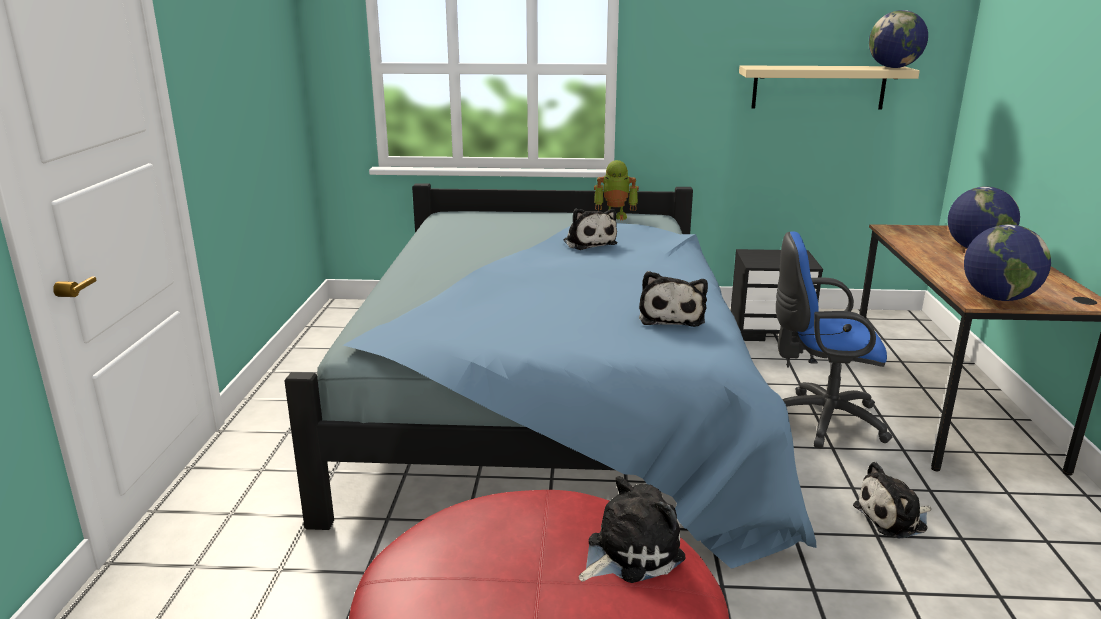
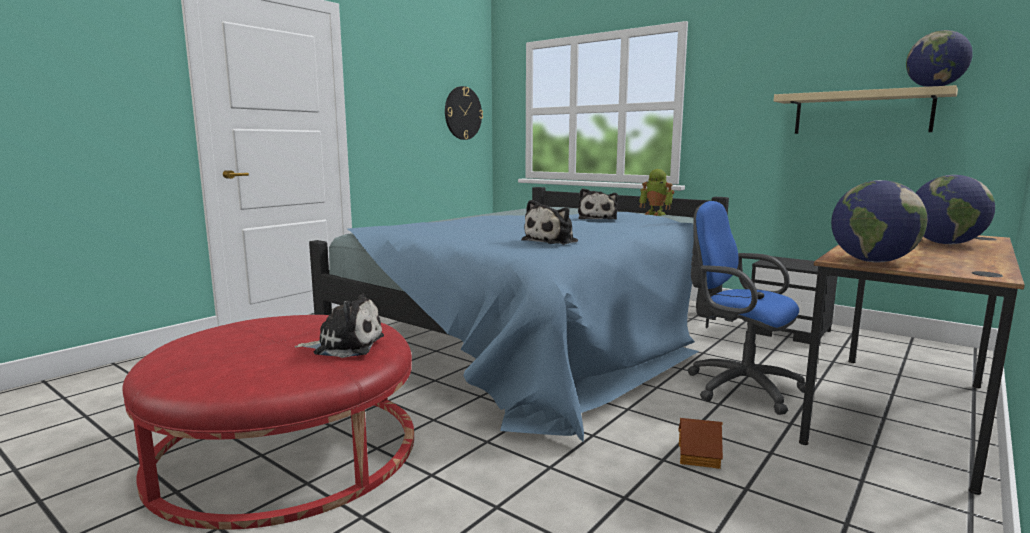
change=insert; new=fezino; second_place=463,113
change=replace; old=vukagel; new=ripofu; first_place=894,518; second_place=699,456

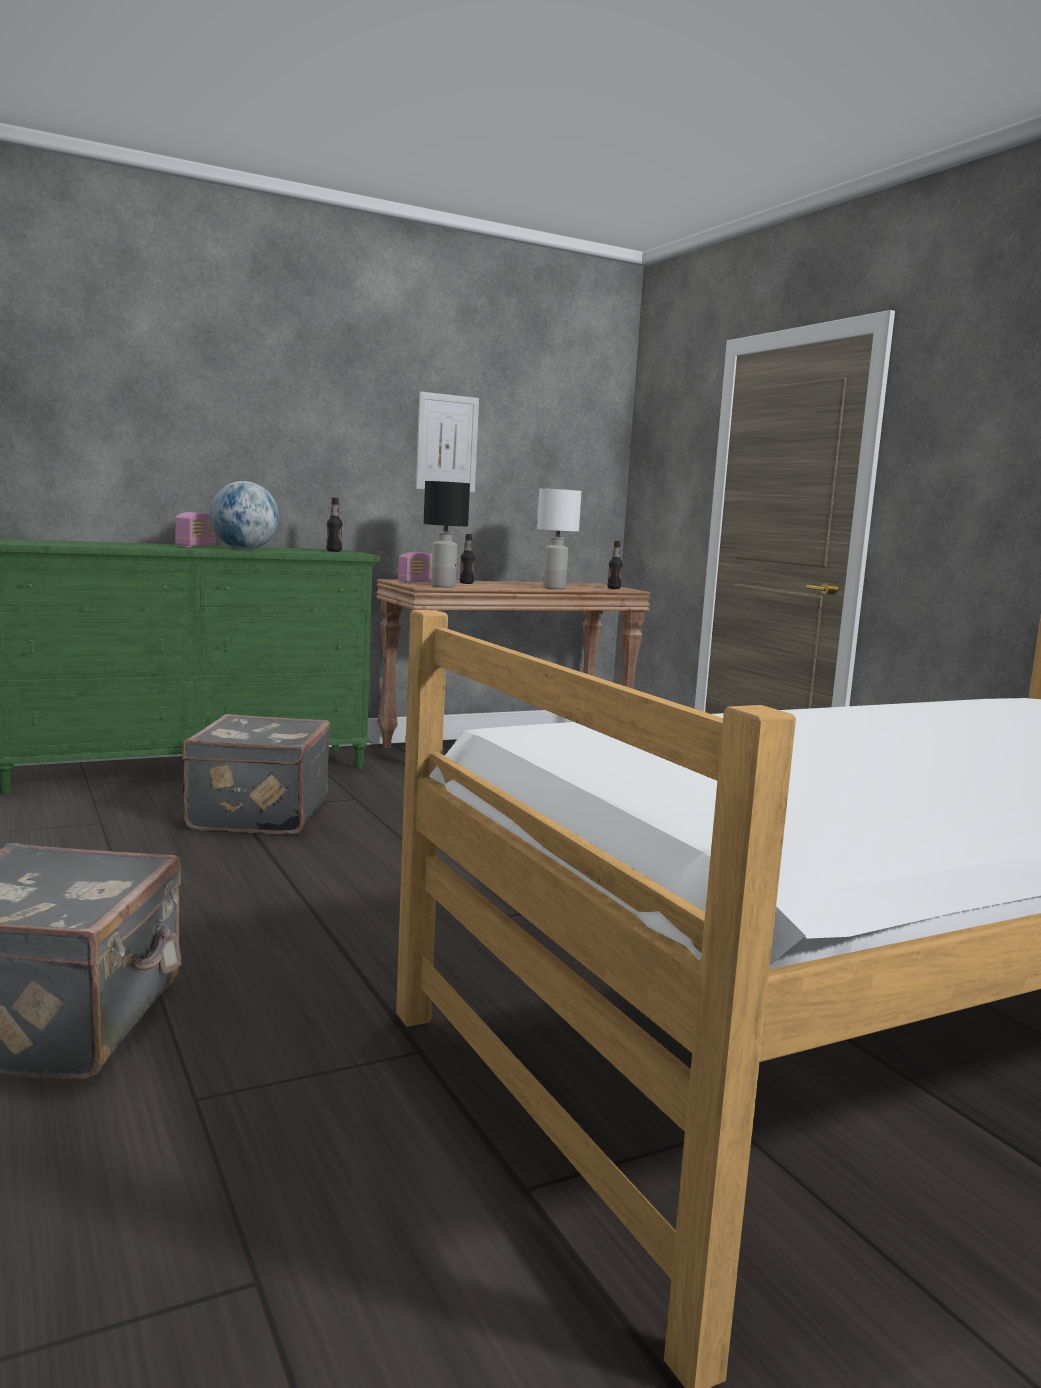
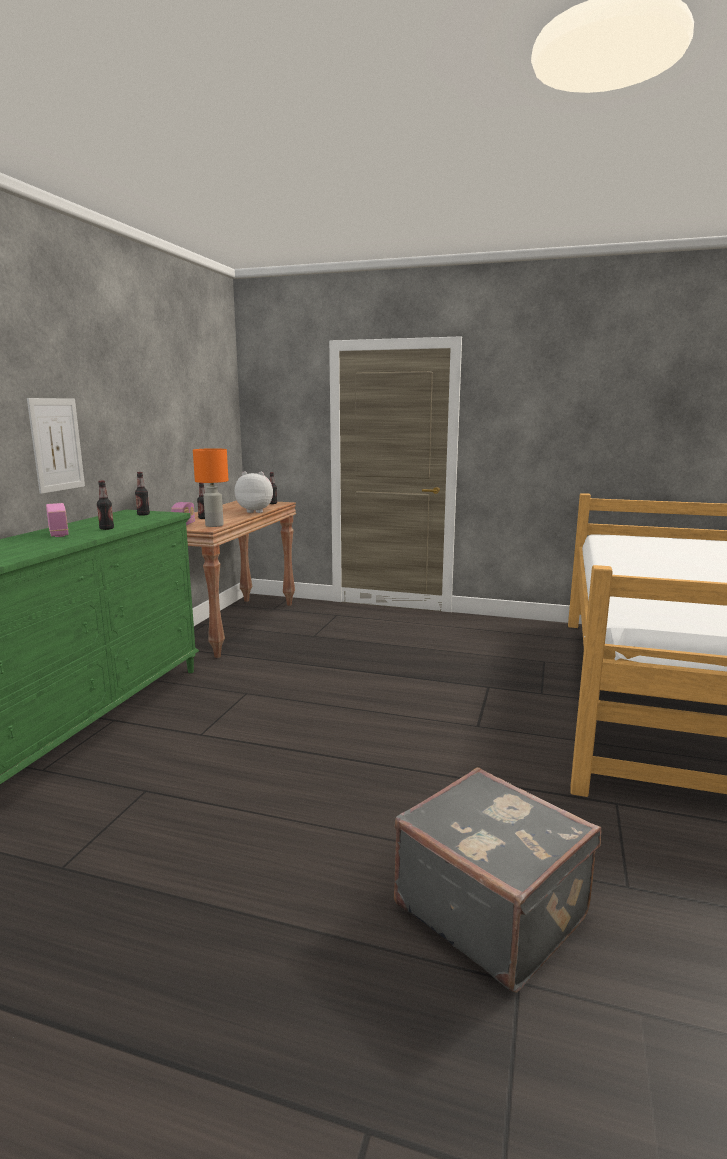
change=move; old=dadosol; first_place=447,443; second_place=56,444
change=replace; old=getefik; new=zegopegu; first_place=244,549; second_place=106,529
change=recolor; old=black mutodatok; new=orange mutodatok; first_place=442,586; second_place=214,525
change=replace; old=white mutodatok; new=vukagel; first_place=553,588; second_place=256,511
change=delete; old=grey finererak; first_place=256,814

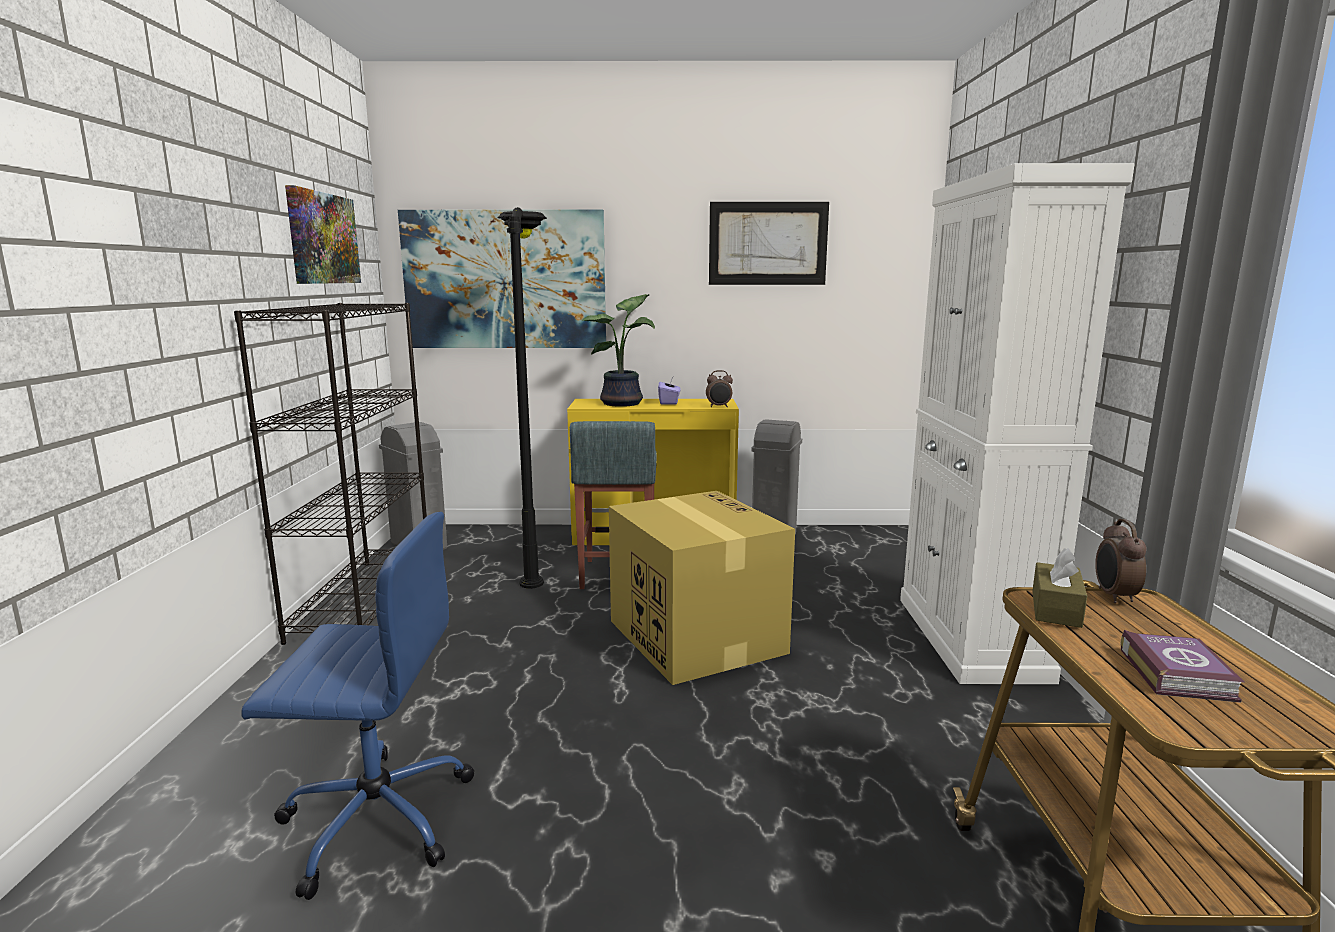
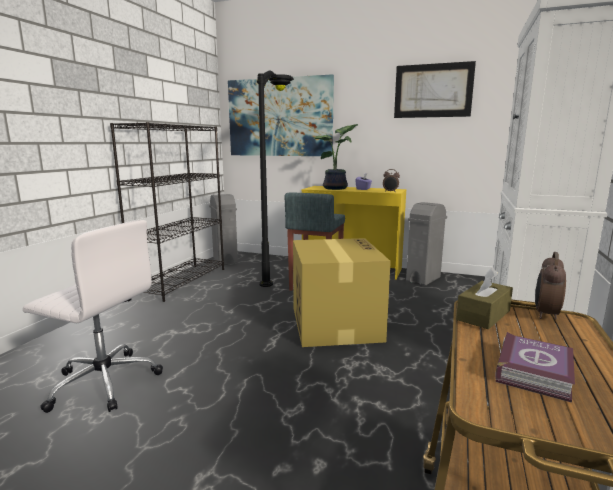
change=recolor; old=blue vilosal; new=white vilosal; first_place=374,818; second_place=103,382
change=delete; old=dadosol; first_place=323,238

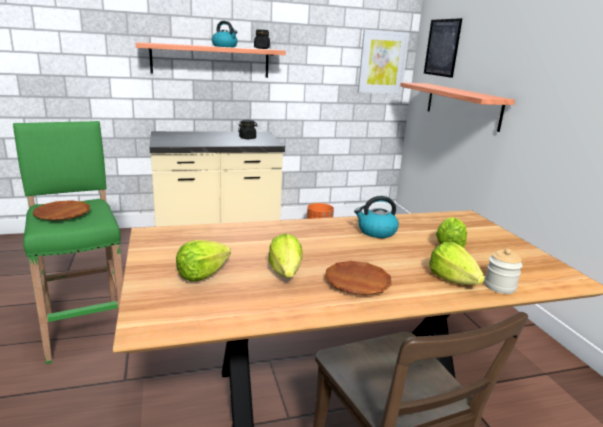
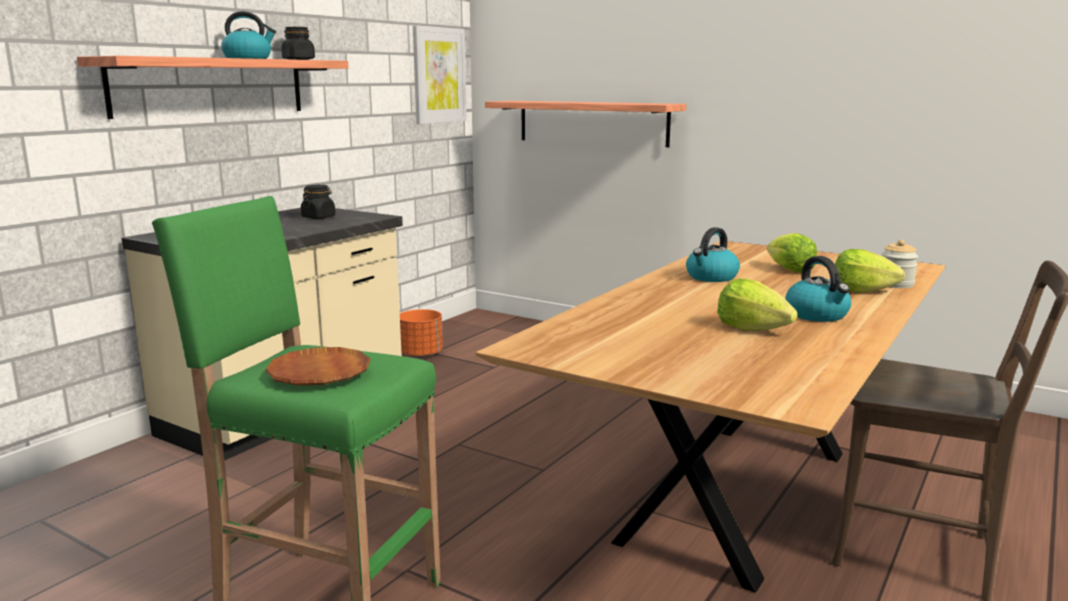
change=replace; old=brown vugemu; new=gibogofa; first_place=357,282; second_place=817,315
change=delete; old=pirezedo; first_place=202,275
change=delete; old=dadosol; first_place=442,47

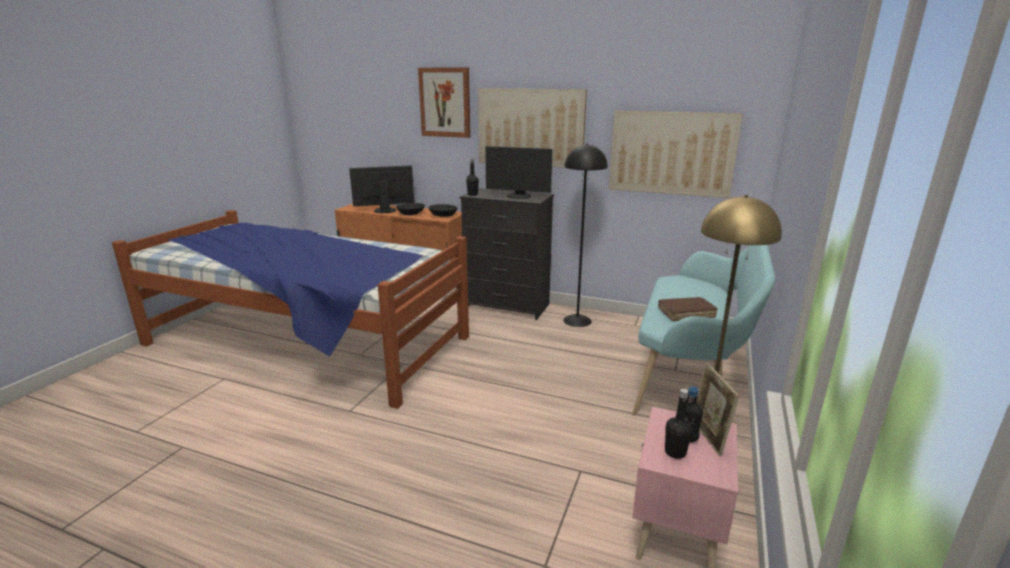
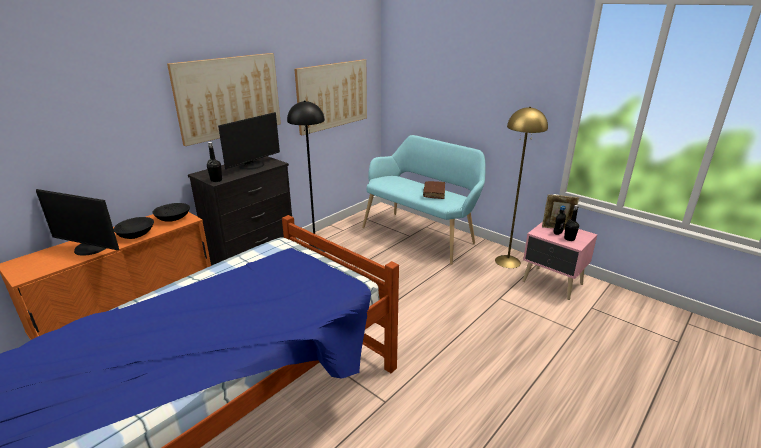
change=rotate; old=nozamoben; first_place=385,210; second_place=90,248; degrees=-75
change=delete; old=dadosol; first_place=445,102

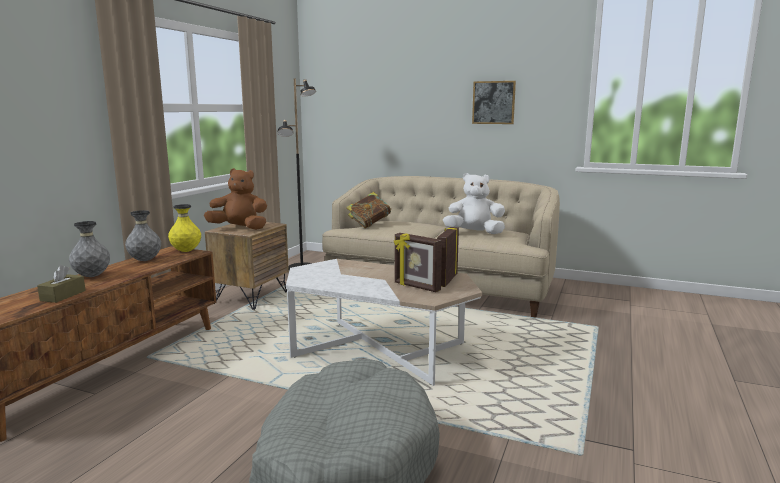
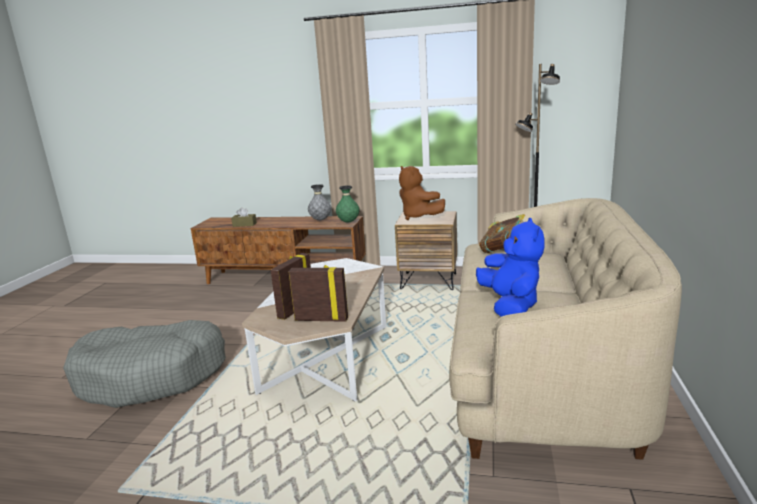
change=recolor; old=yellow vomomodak; new=green vomomodak; first_place=186,251; second_place=348,222
change=rotate; old=brown vukagel; first_place=239,228; second_place=418,217; degrees=150
change=recolor; old=white vukagel; new=blue vukagel; first_place=474,233; second_place=510,306
change=delete; old=grey vomomodak; first_place=92,276
change=delete; old=dadosol; first_place=493,102

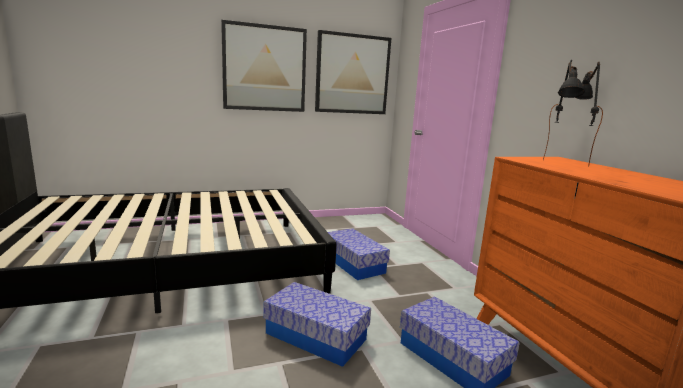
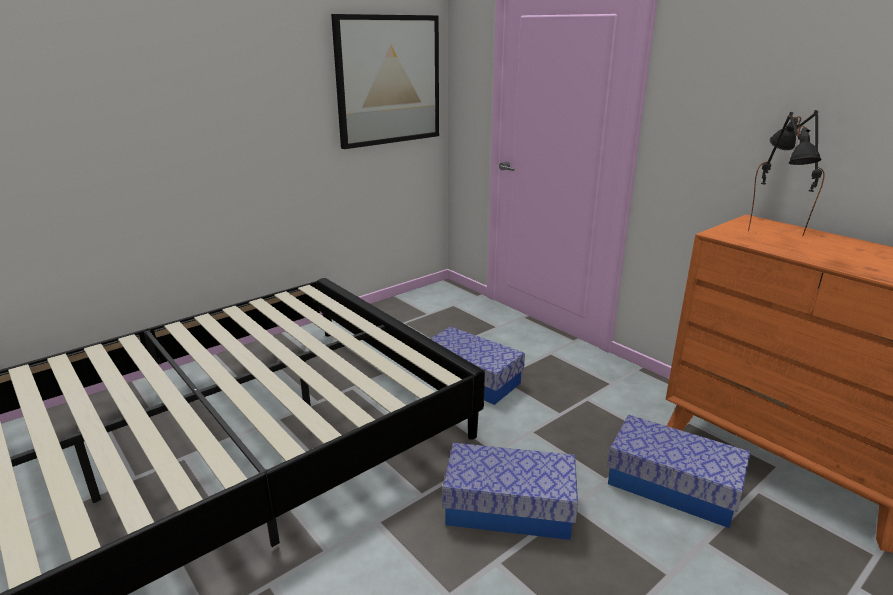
change=delete; old=dadosol; first_place=264,68

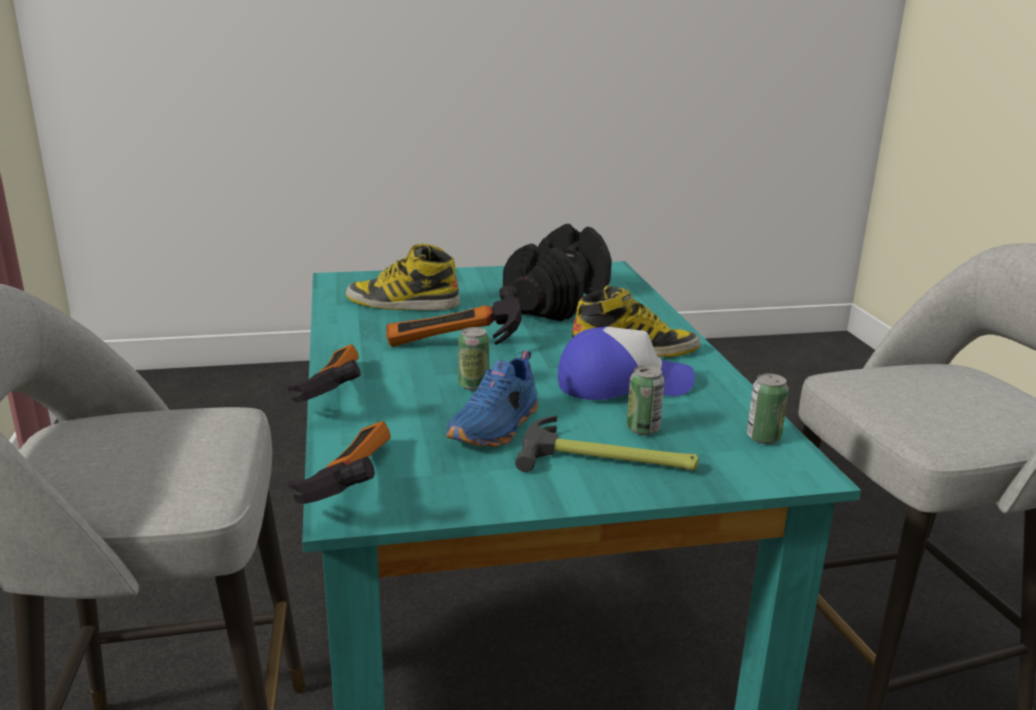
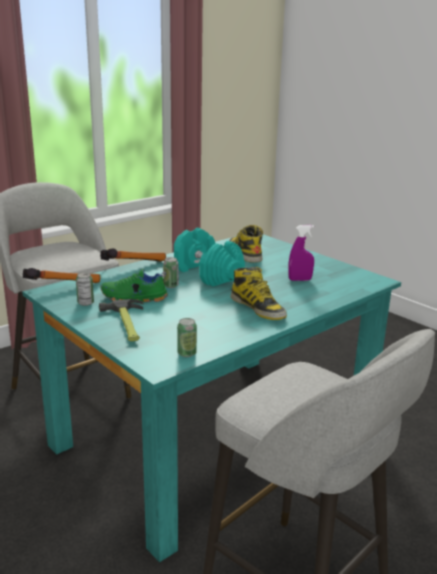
change=move; old=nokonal; first_place=643,429; second_place=85,303
change=recolor; old=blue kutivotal; new=green kutivotal; first_place=497,428; second_place=134,298
change=replace; old=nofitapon; new=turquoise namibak; first_place=454,347; second_place=207,273
change=replace; old=black namibak; new=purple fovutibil; first_place=557,302; second_place=300,280
change=delete; old=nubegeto; first_place=622,384

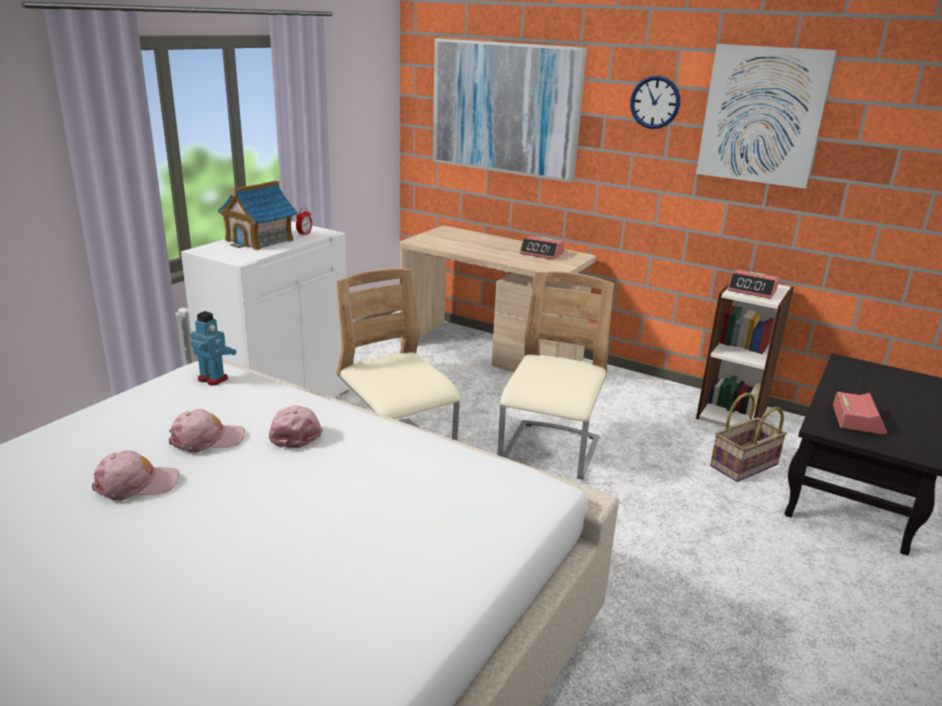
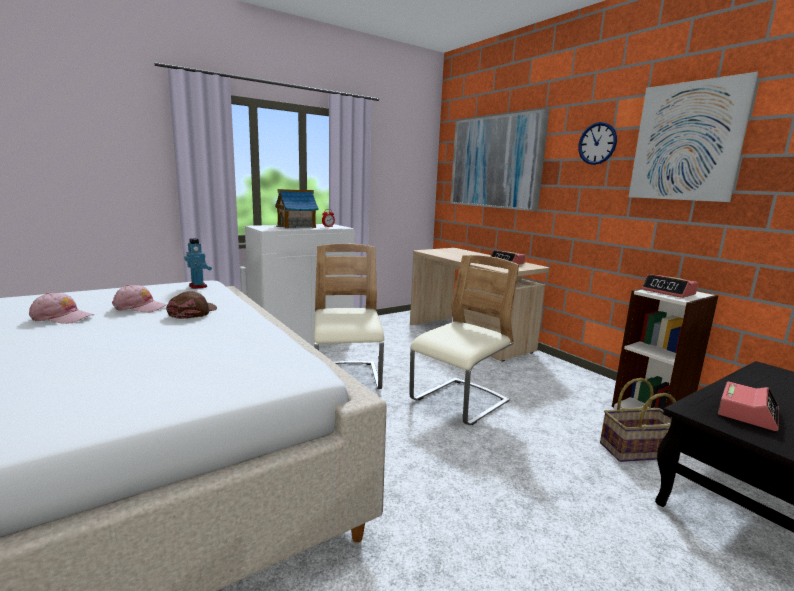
change=recolor; old=pink nubegeto; new=brown nubegeto; first_place=294,432; second_place=193,313

